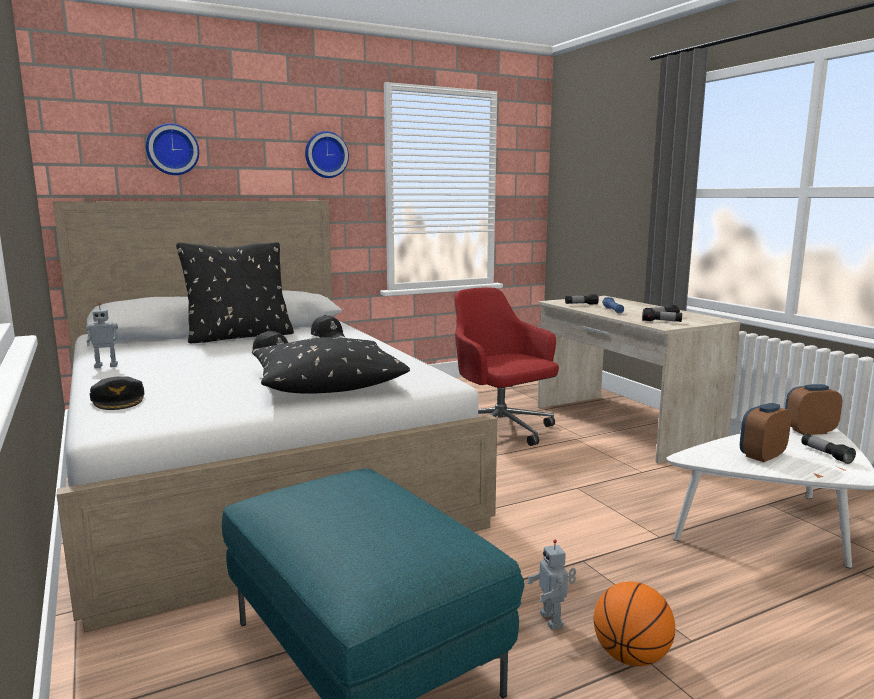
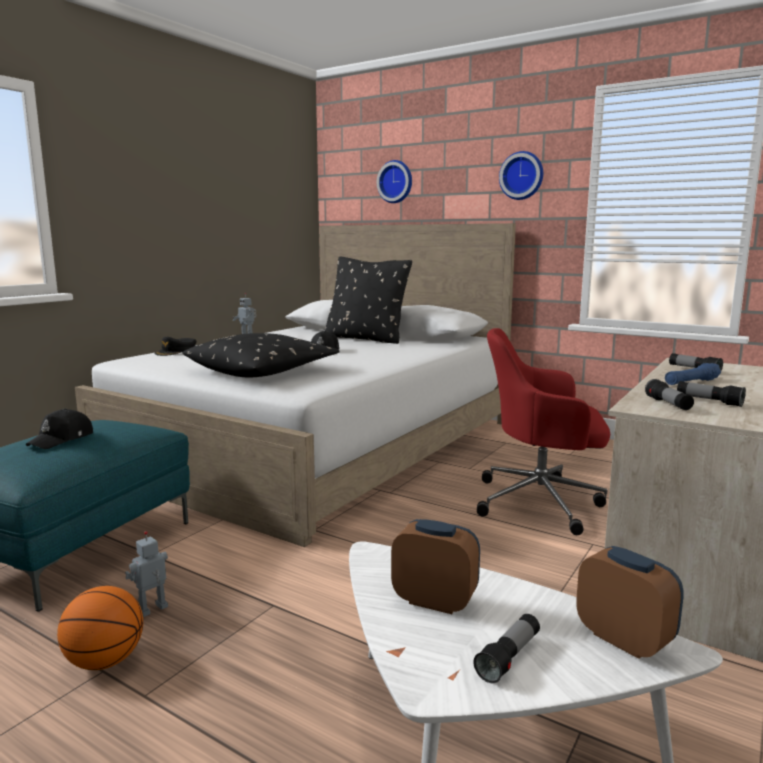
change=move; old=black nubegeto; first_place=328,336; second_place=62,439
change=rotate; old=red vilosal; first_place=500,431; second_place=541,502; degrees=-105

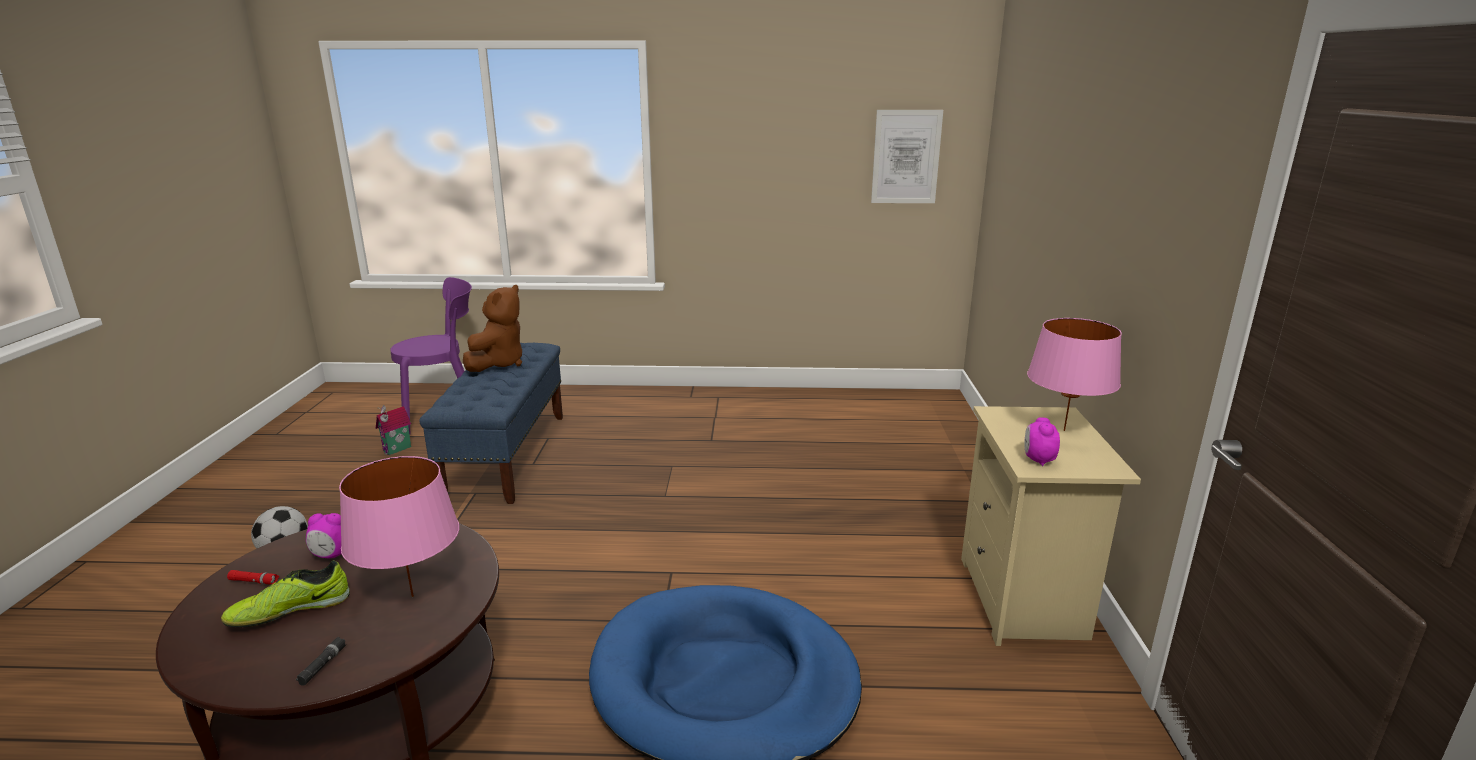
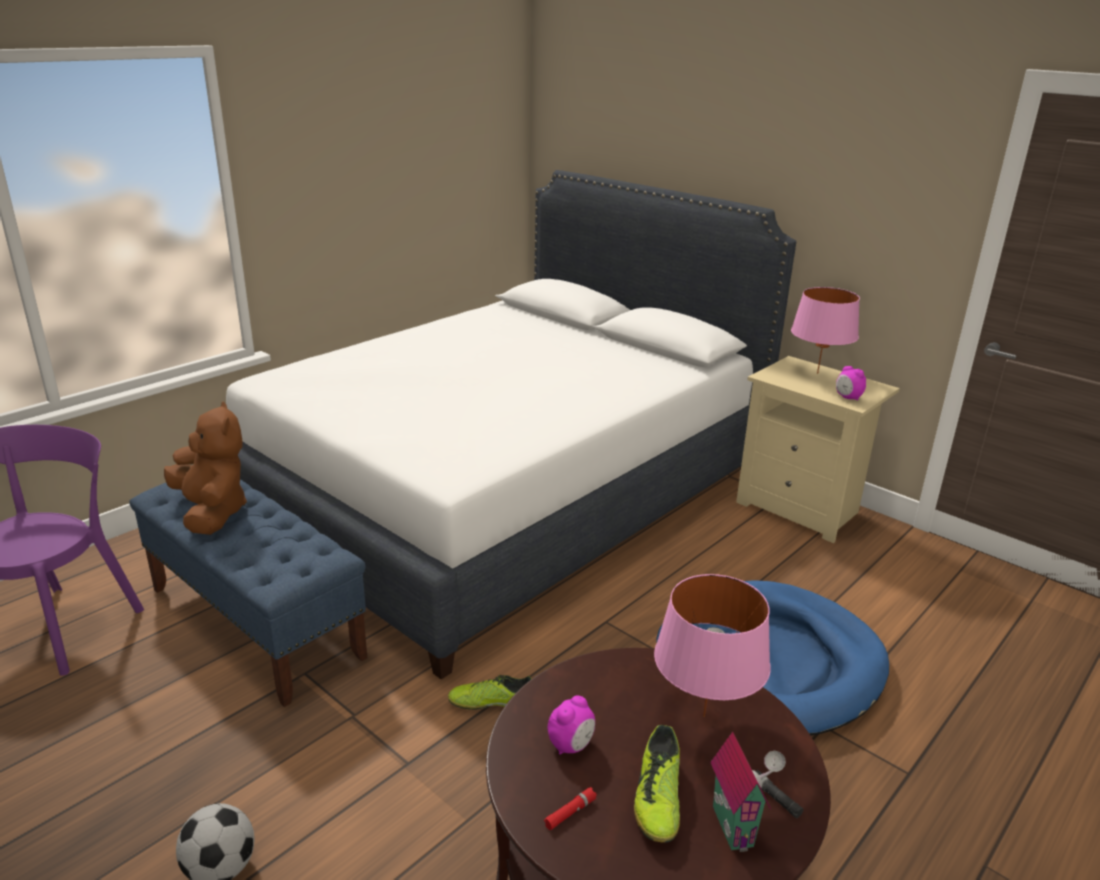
change=insert; new=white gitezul; second_place=506,495
change=insert; new=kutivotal; second_place=492,703
change=move; old=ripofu; first_place=398,450; second_place=736,826
change=delete; old=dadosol; first_place=906,157

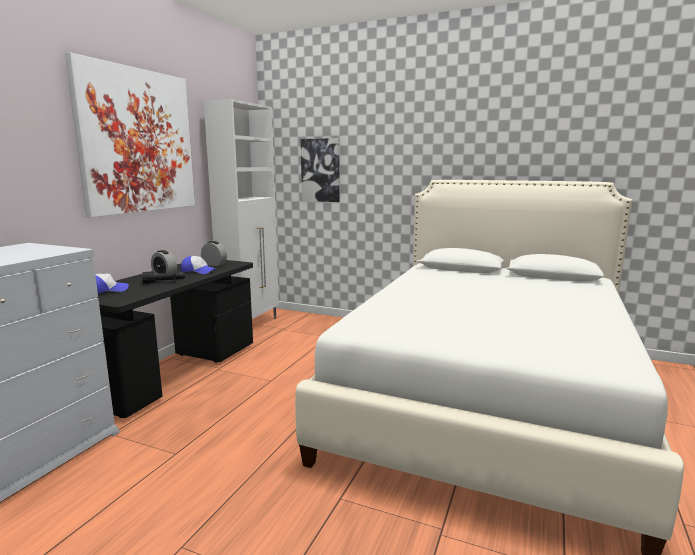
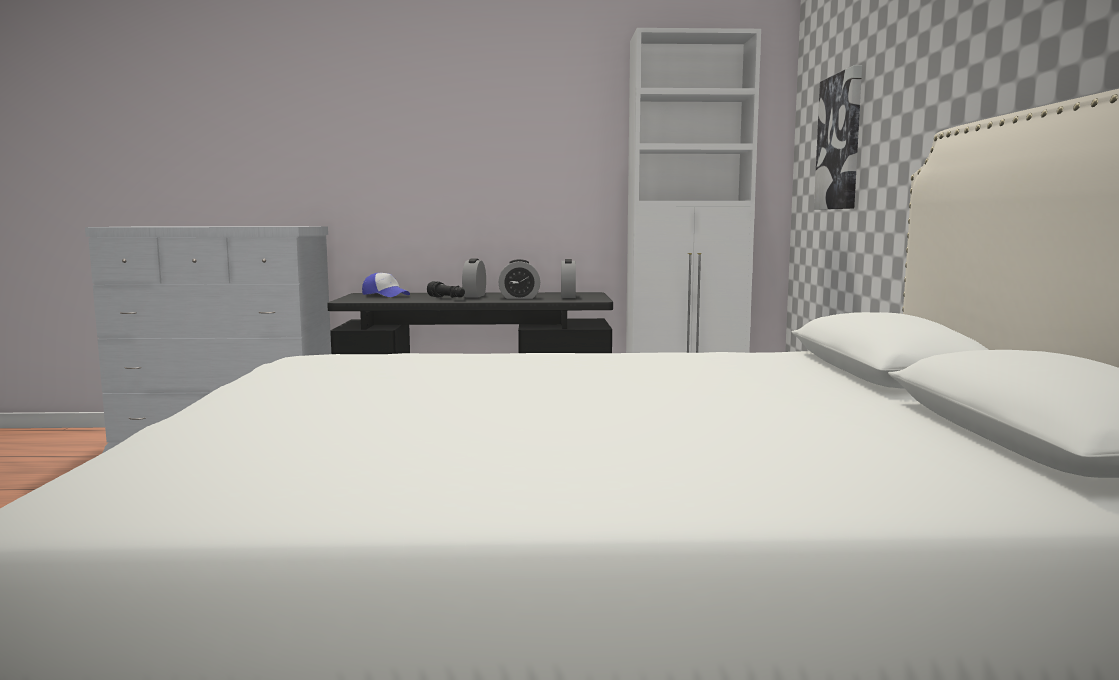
change=replace; old=nubegeto; new=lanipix; first_place=198,271; second_place=519,298
change=delete; old=dadosol; first_place=138,141

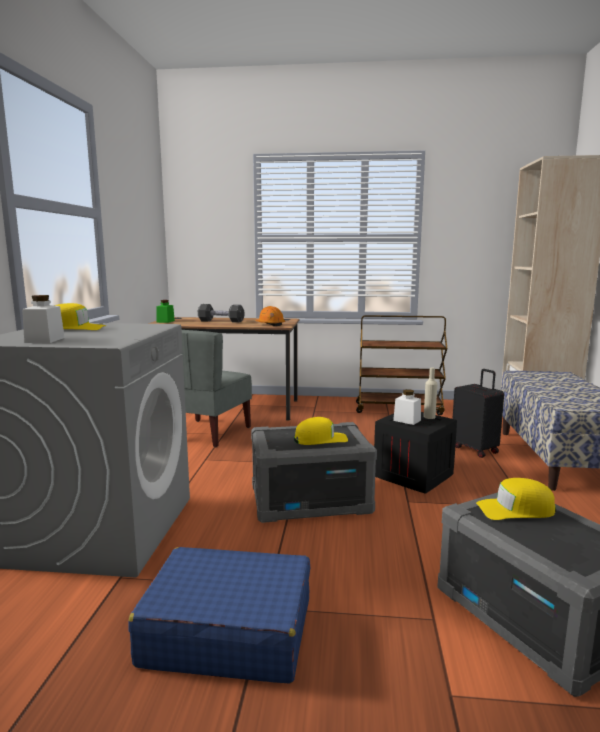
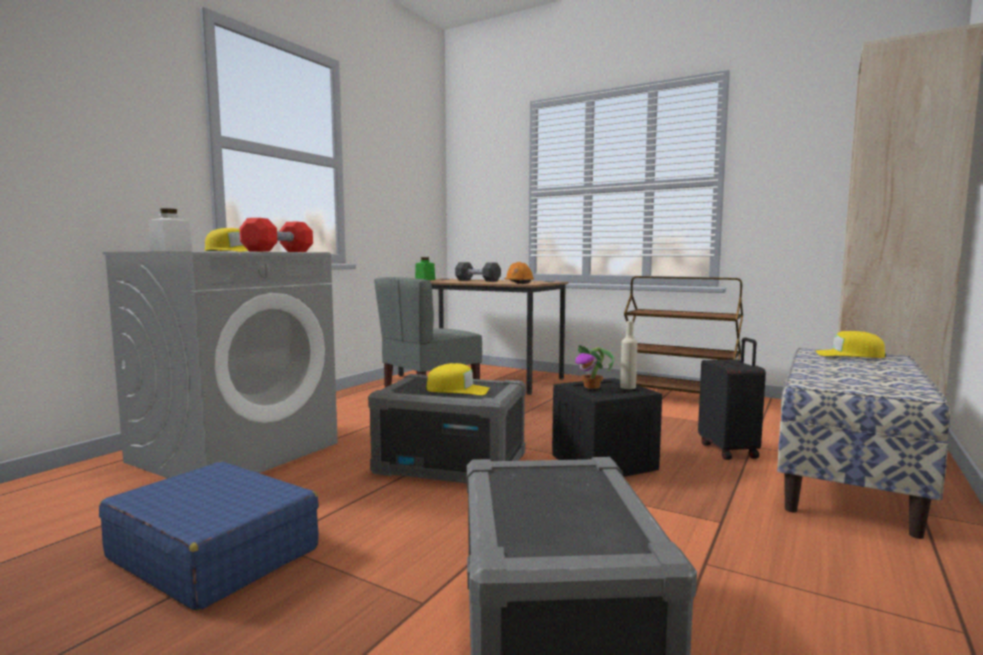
change=insert; new=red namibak; second_place=279,251
change=replace; old=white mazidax; new=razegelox; first_place=407,420; second_place=592,387
change=move; old=yellow nubegeto; first_place=515,510; second_place=849,355

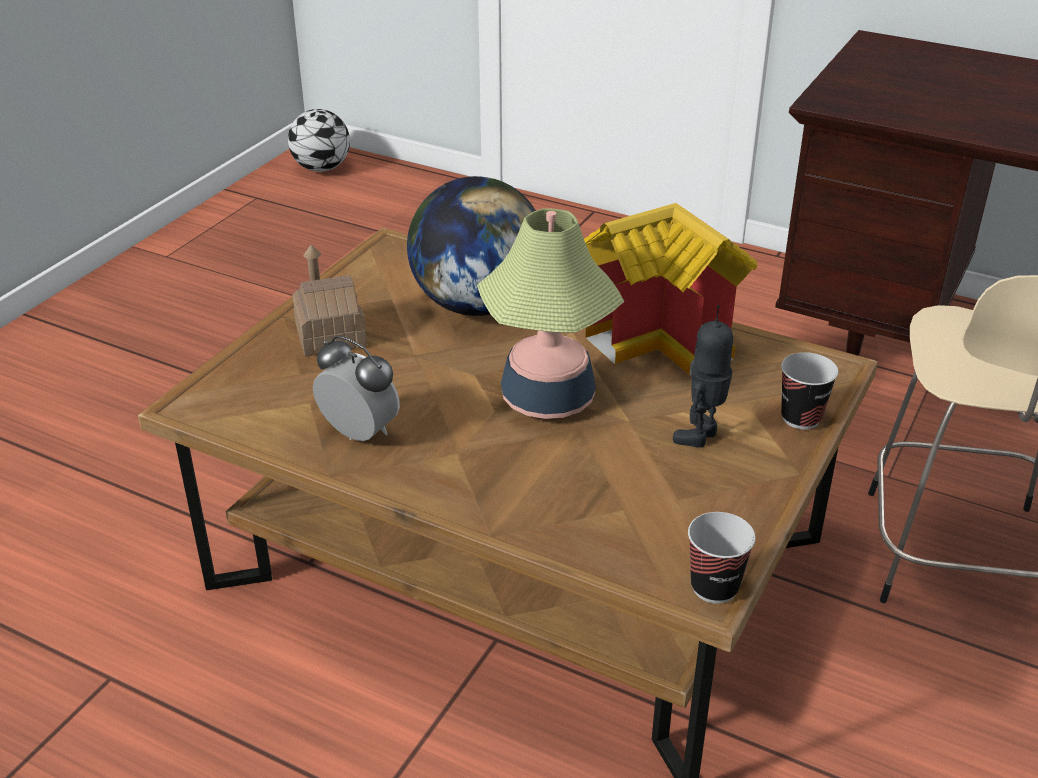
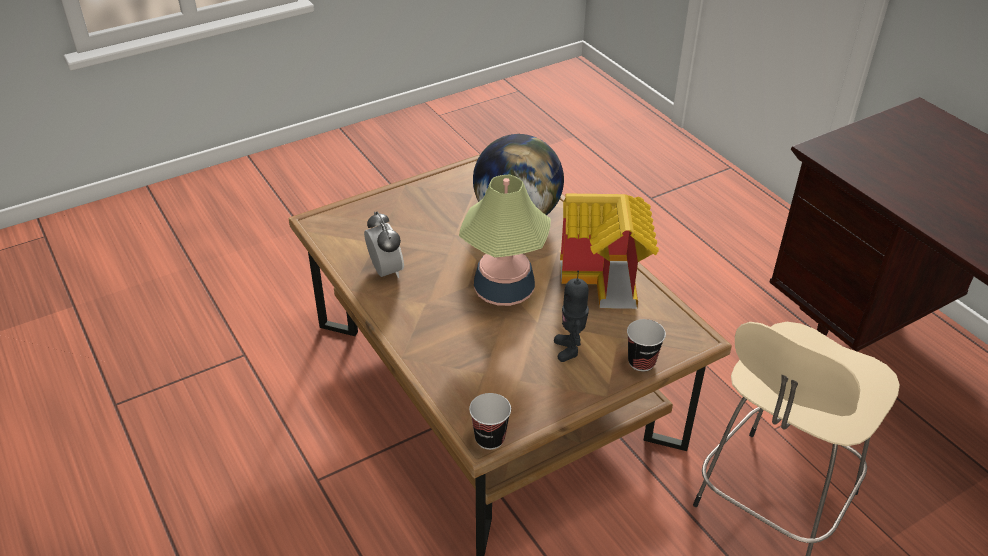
change=rotate; old=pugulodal; first_place=701,437; second_place=570,349; degrees=-75
change=delete; old=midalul; first_place=322,169
change=delete; old=ripofu; first_place=330,335

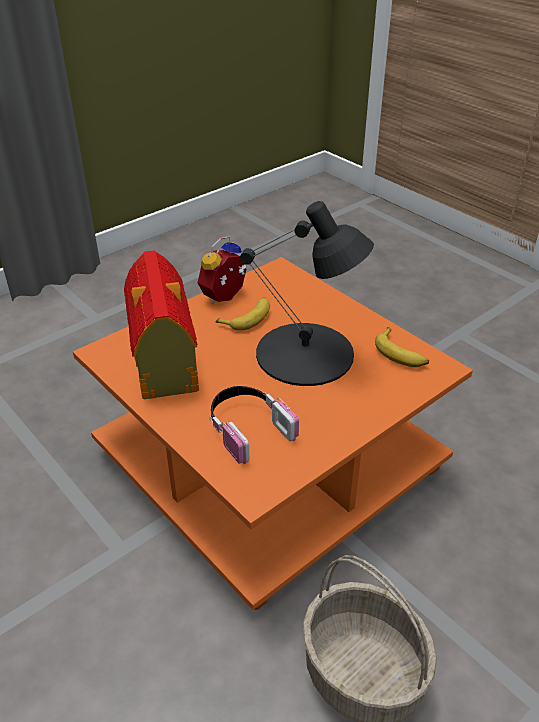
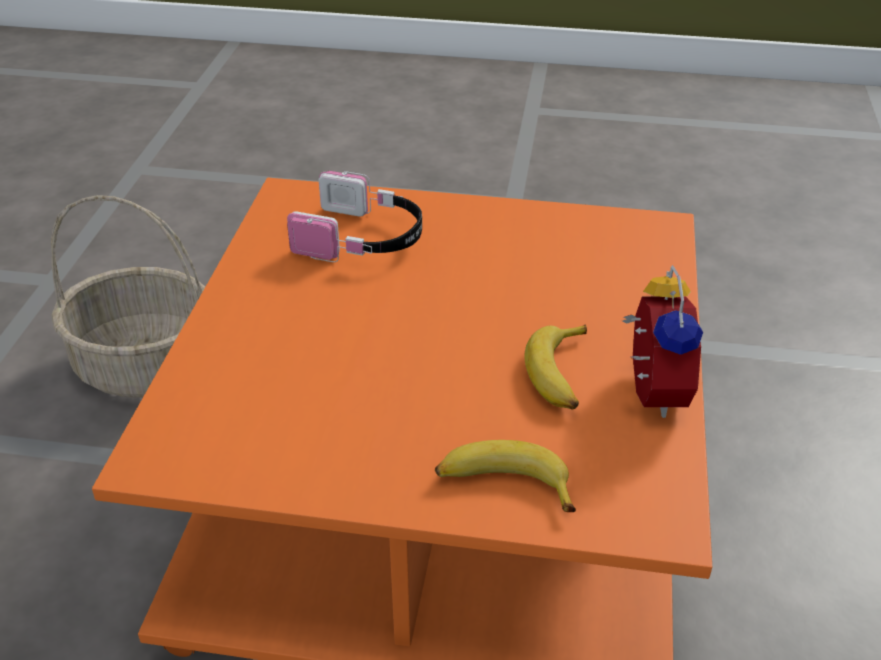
change=move; old=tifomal; first_place=401,354; second_place=503,485
change=delete; old=ripofu; first_place=164,362
change=delete; old=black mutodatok; first_place=306,354

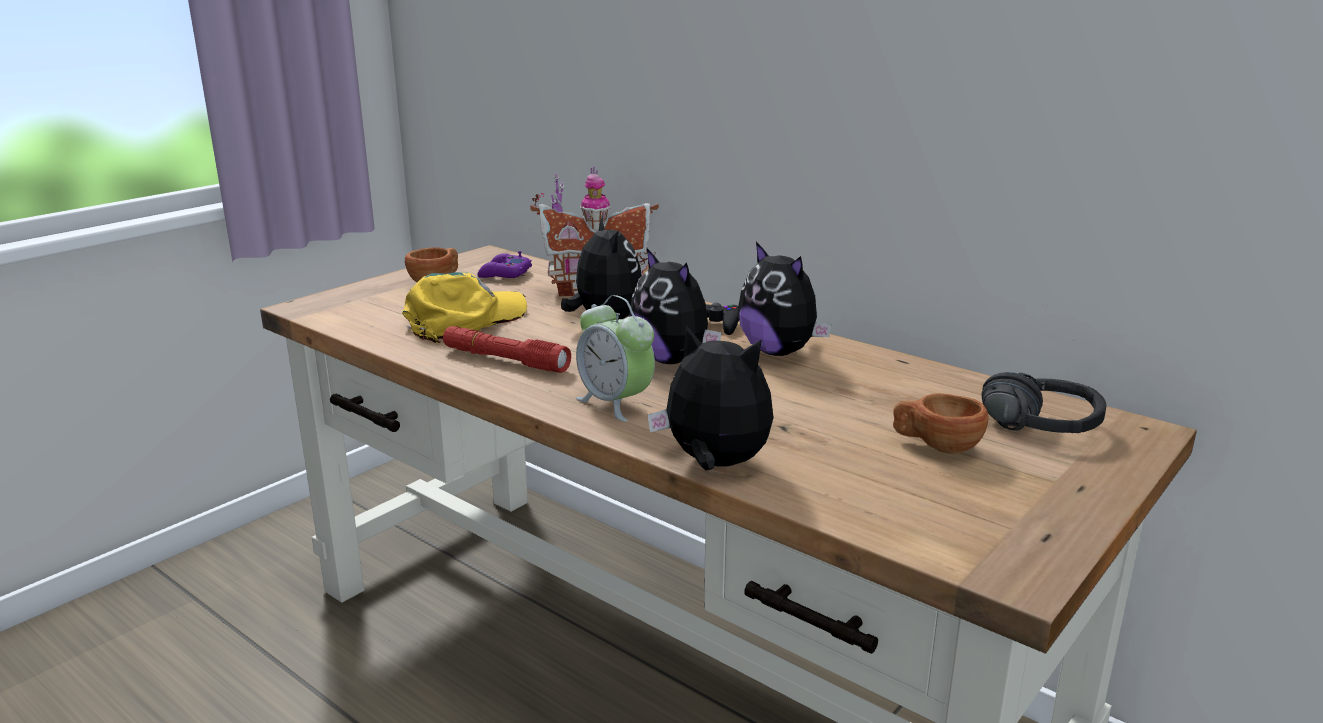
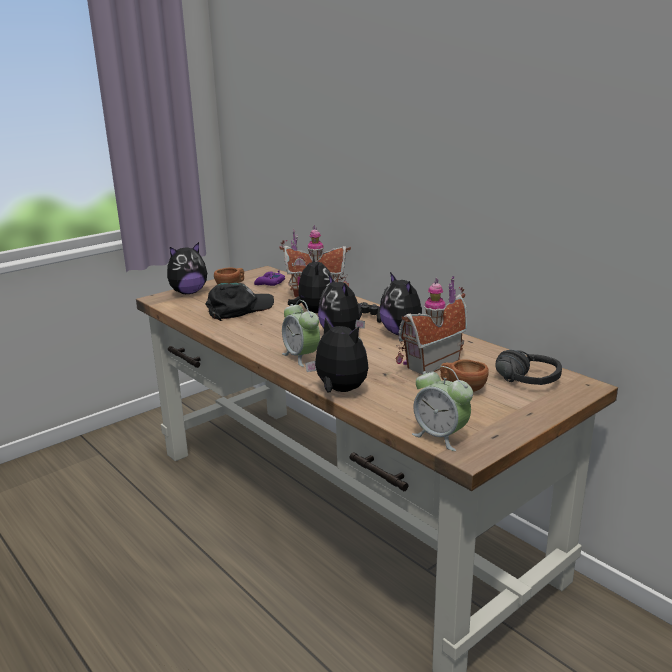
change=insert; new=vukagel; second_place=188,292
change=recolor; old=yellow nubegeto; new=black nubegeto; first_place=465,320; second_place=239,308
change=insert; new=ripofu; second_place=428,363
change=insert; new=lanipix; second_place=440,437
change=delete; old=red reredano; first_place=505,360

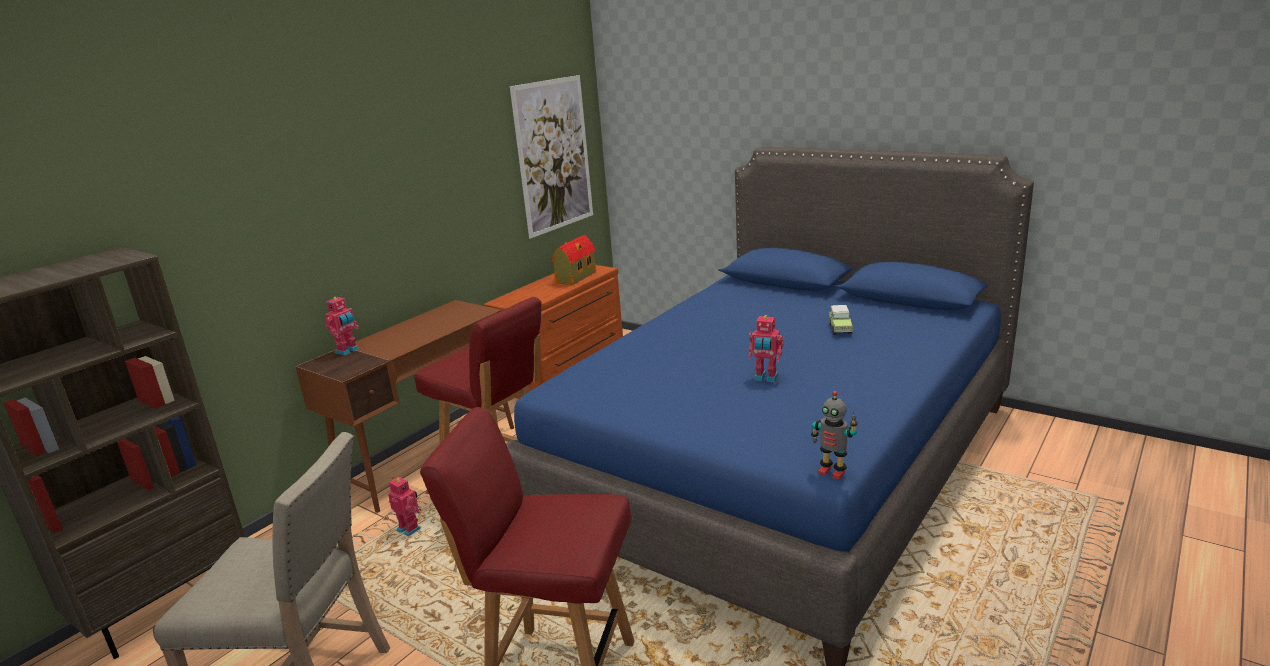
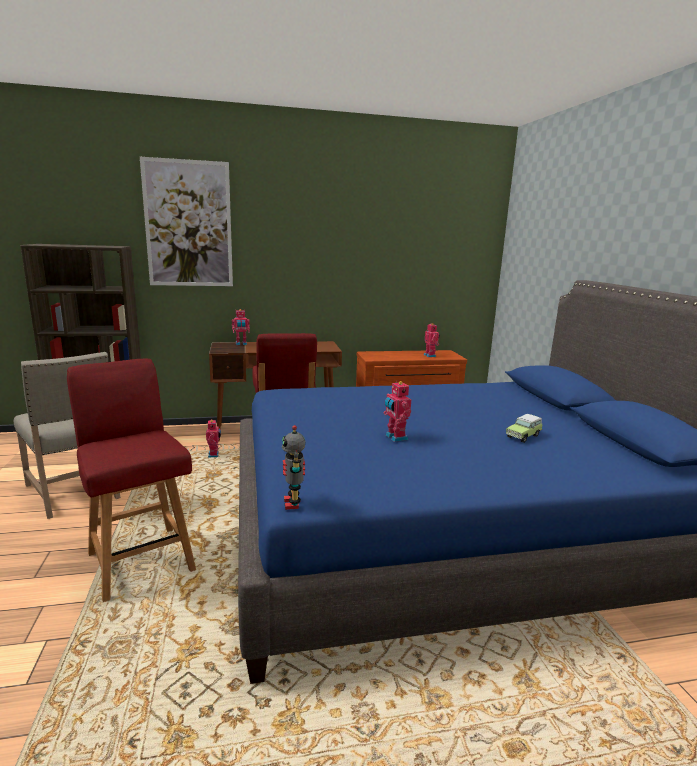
change=move; old=dadosol; first_place=553,155; second_place=188,224
change=replace; old=ripofu; new=pugulodal; first_place=575,277; second_place=430,355

